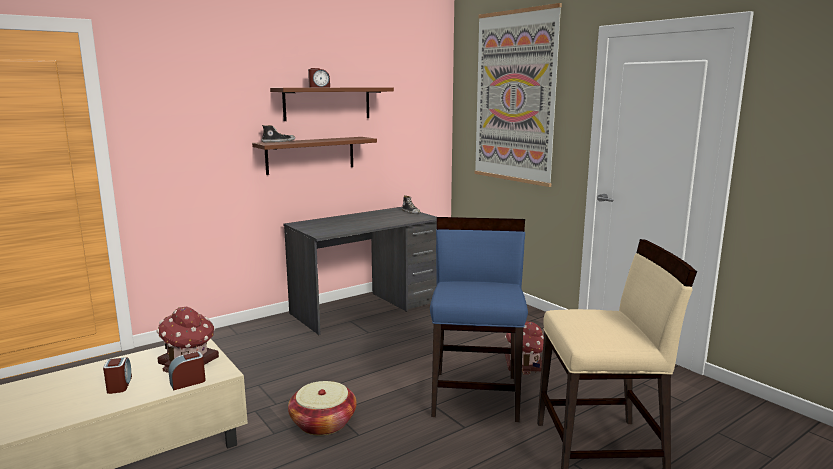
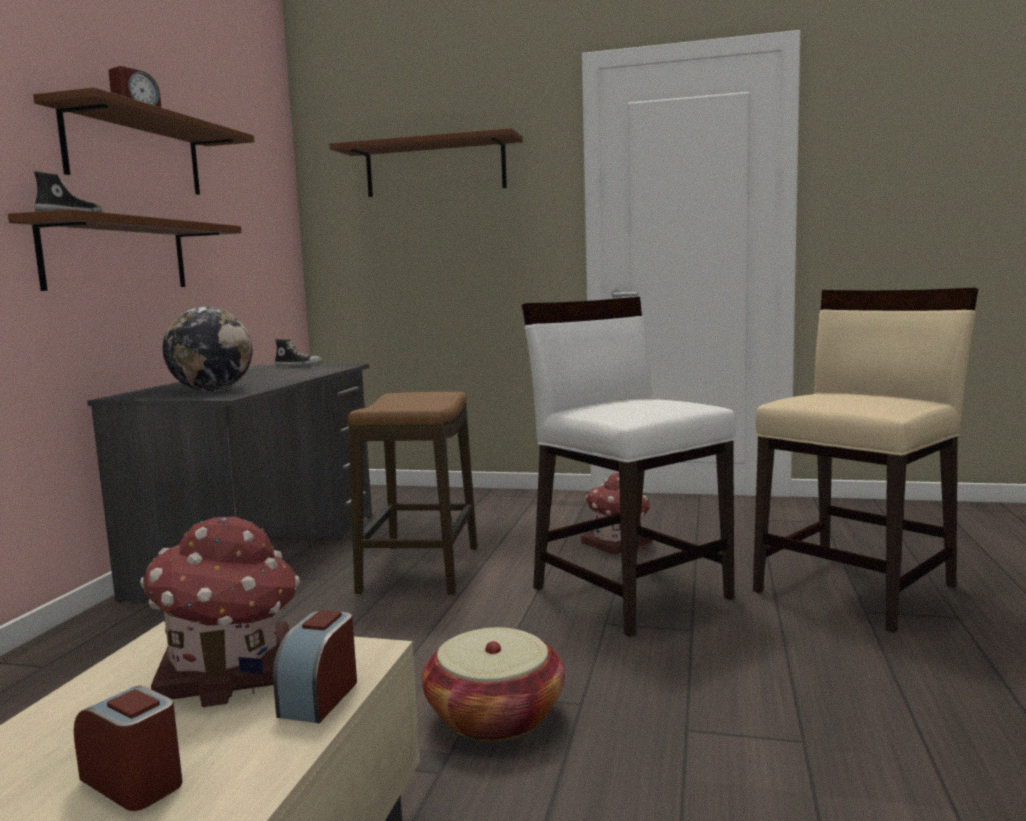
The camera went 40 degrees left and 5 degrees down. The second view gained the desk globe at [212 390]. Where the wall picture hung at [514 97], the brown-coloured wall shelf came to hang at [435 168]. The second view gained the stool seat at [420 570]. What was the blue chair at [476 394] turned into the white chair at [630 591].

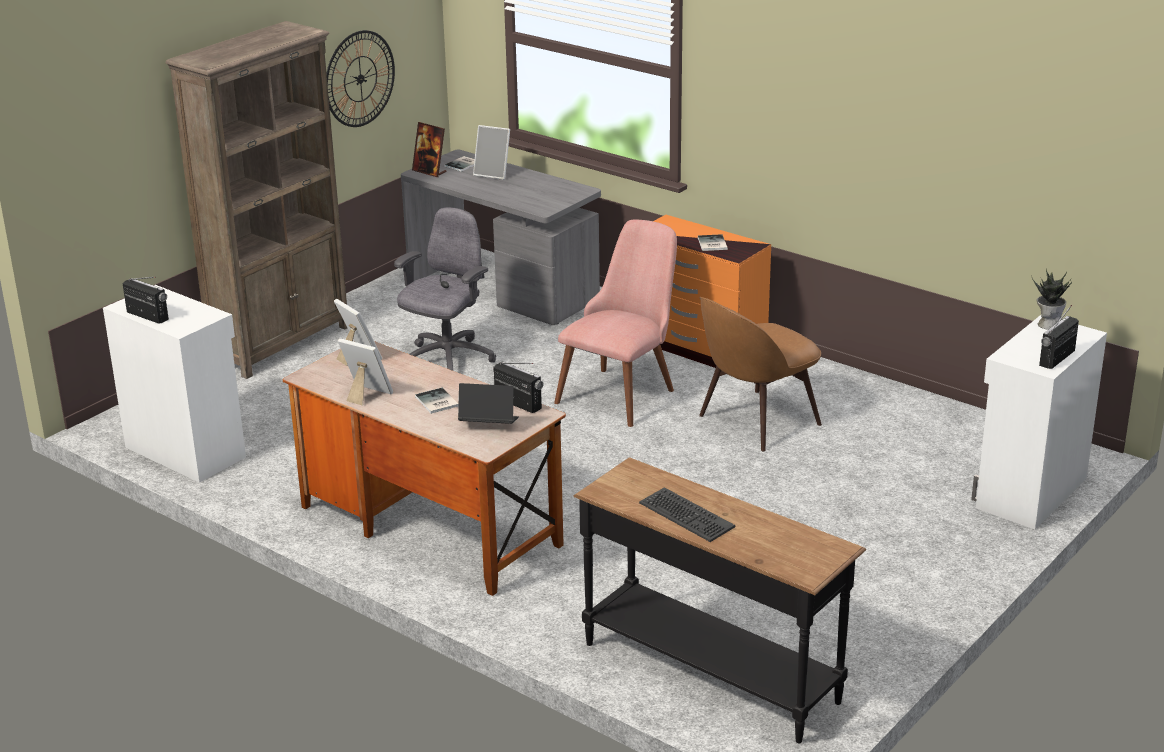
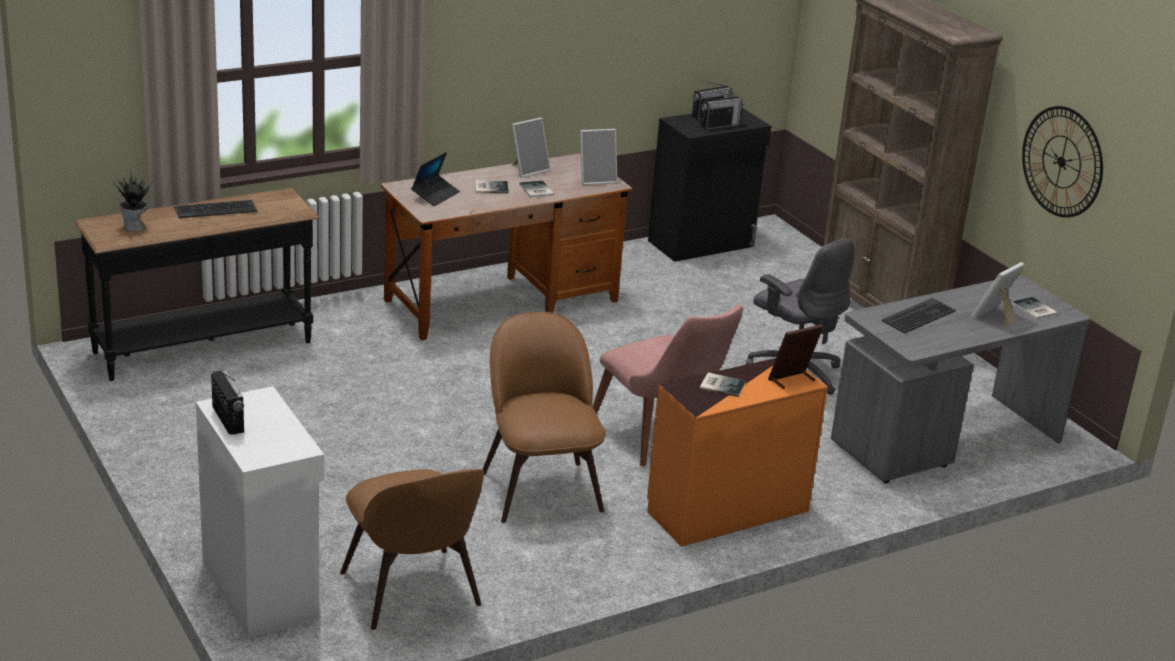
The camera went 110 degrees right and 0 degrees up. The potted plant ended up elsewhere, having gone from [1048 324] to [135 227]. The second view gained the brown-coloured chair at [412 592]. The second view gained the bound book at [535 190]. What was the white cabinet at [186 451] turned into the black cabinet at [702 244]. The radio receiver ended up elsewhere, having gone from [518 403] to [719 126]. The photo frame ended up elsewhere, having gone from [429 171] to [792 380]. The second view gained the computer keyboard at [919 316].

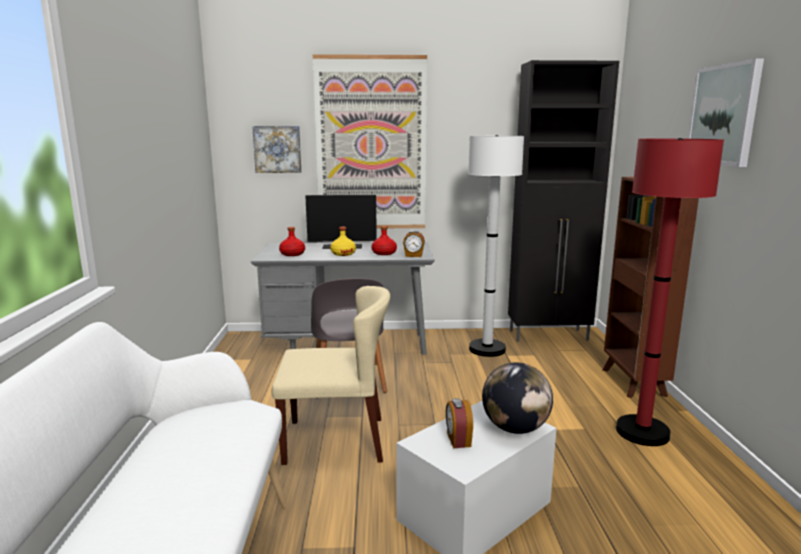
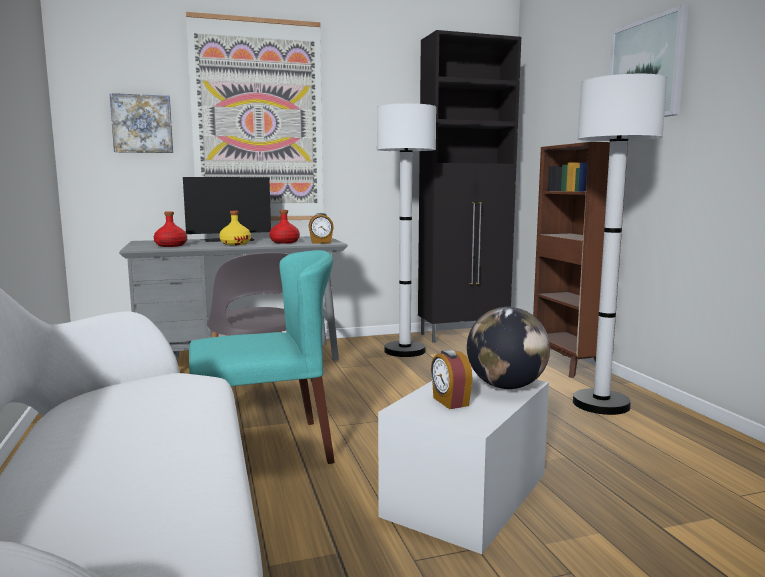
The camera went 15 degrees left and 5 degrees down. What was the sand-coloured chair at [336 440] turned into the turquoise chair at [265 448]. What was the reddish standing lamp at [642 432] turned into the white standing lamp at [601 404].

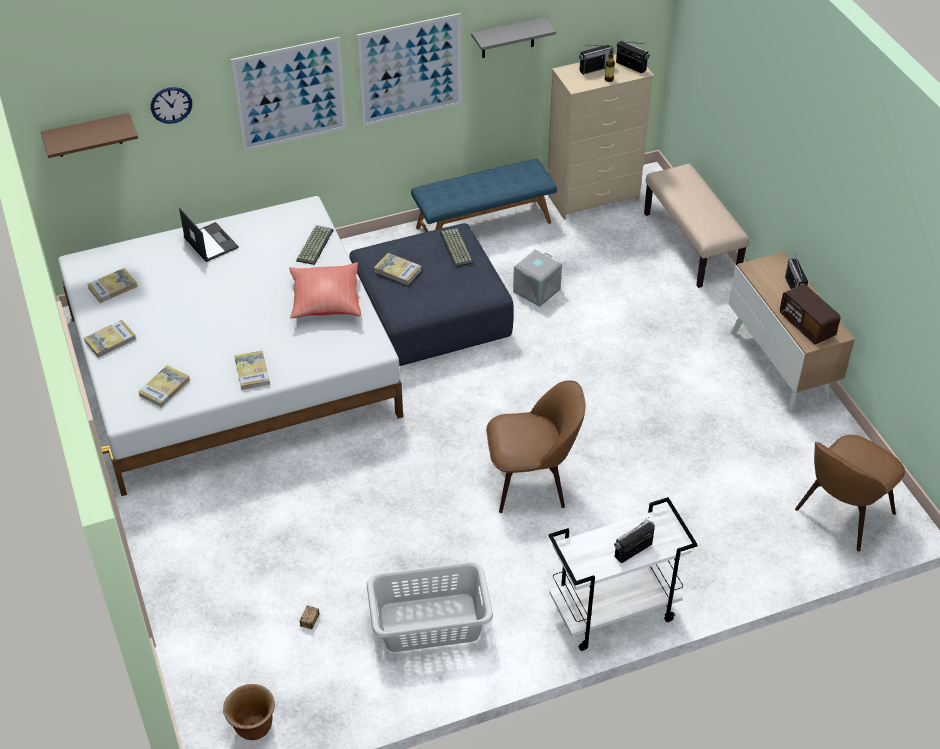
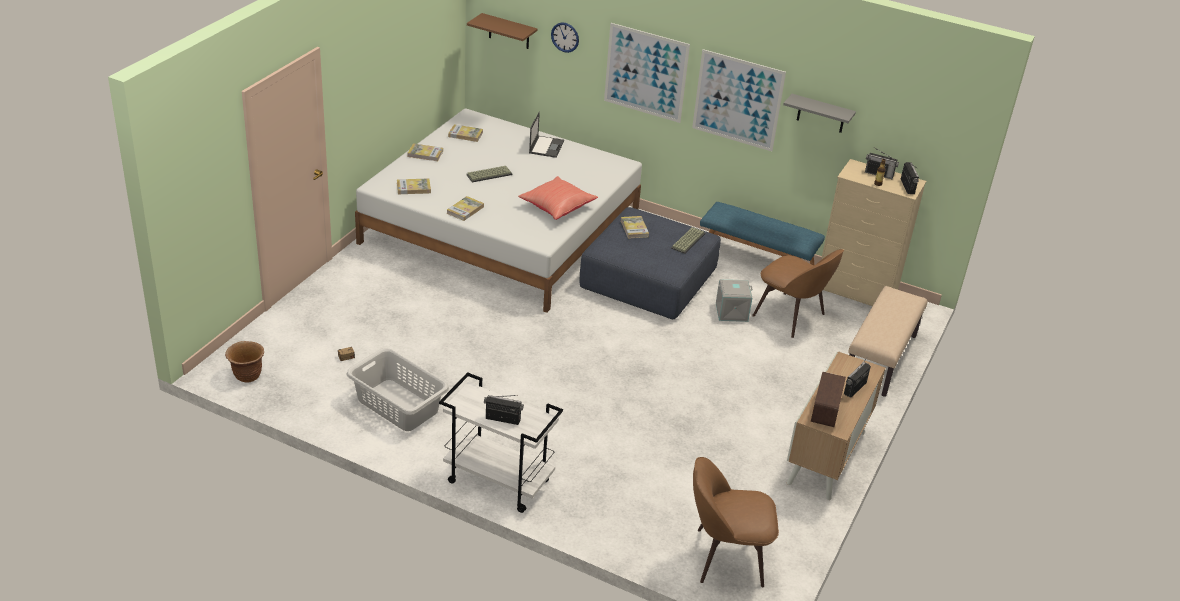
The camera went 45 degrees right and 10 degrees down. The computer keyboard ended up elsewhere, having gone from [314 245] to [489 174]. The brown-coloured chair ended up elsewhere, having gone from [531 481] to [791 316].

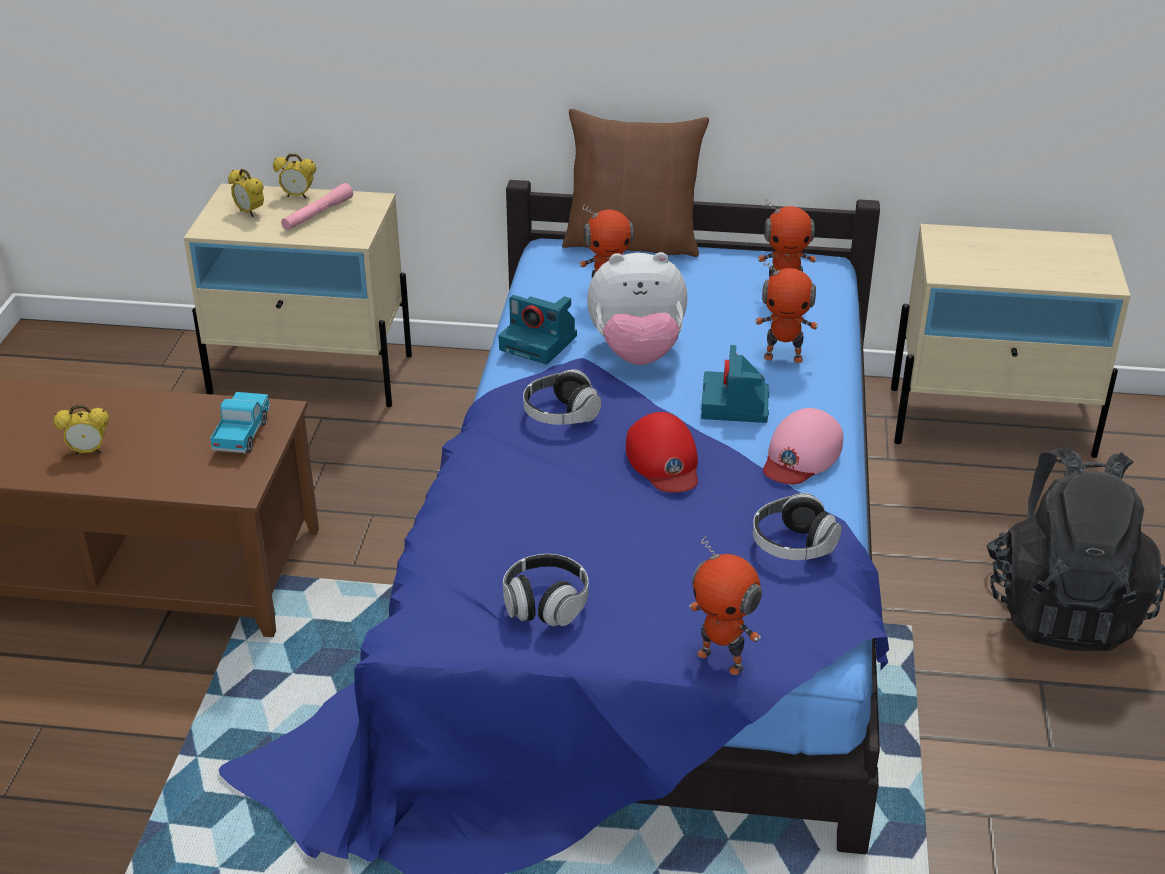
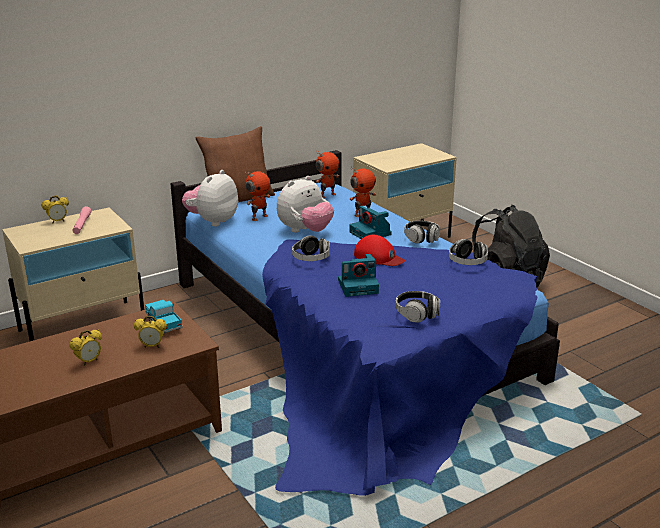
The camera went 40 degrees left and 10 degrees down. The table clock ended up elsewhere, having gone from [249 213] to [152 346]. The second view gained the soft toy at [212 221]. The still camera ended up elsewhere, having gone from [540 343] to [358 286]. Where the pinkish baseball cap stood at [801 455], the pair of headphones came to stand at [421 238]. The second view lost the model robot at [722 659].

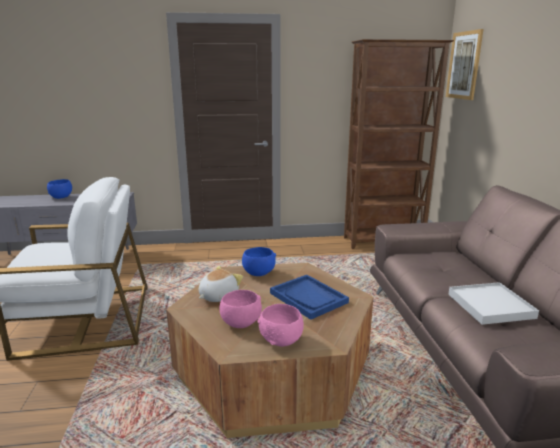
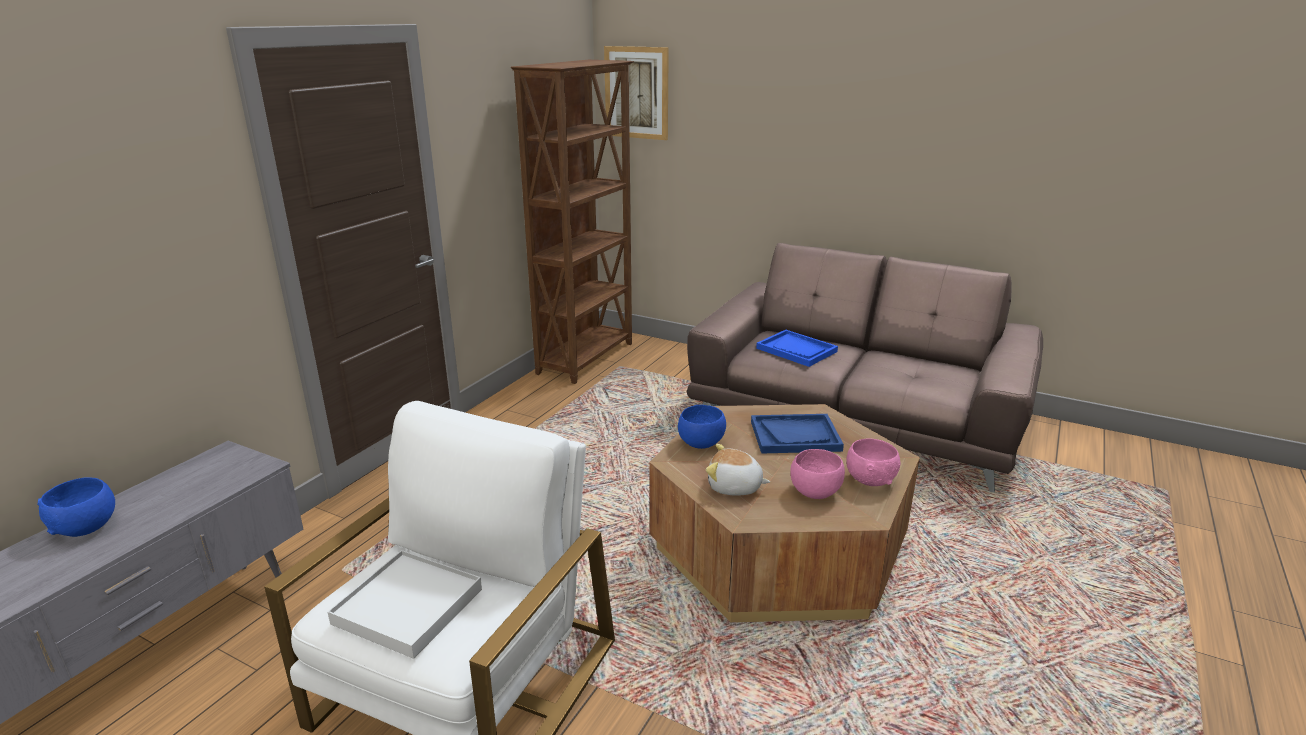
The camera went 55 degrees left and 5 degrees up. The white serving tray ended up elsewhere, having gone from [490 306] to [408 606]. The soft toy at [218 296] ended up facing another way, 60 degrees counterclockwise from before. The second view gained the blue serving tray at [796 350].

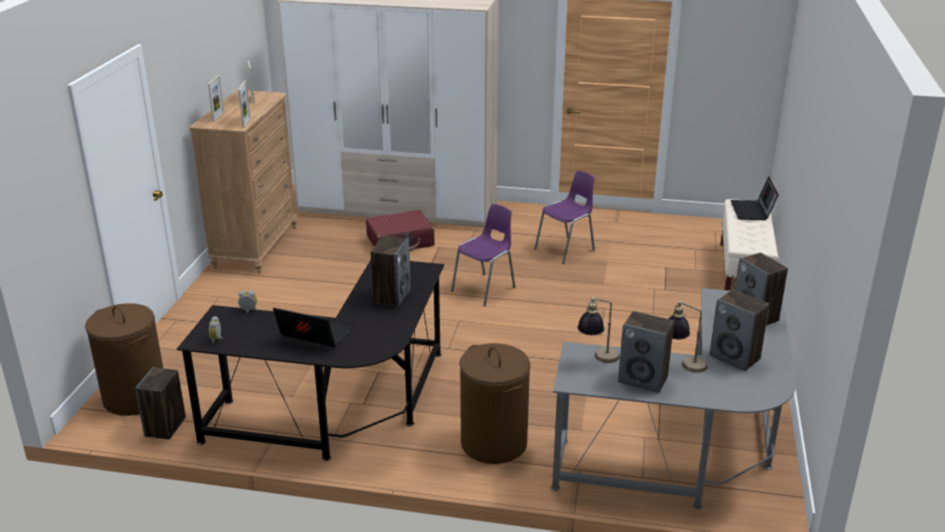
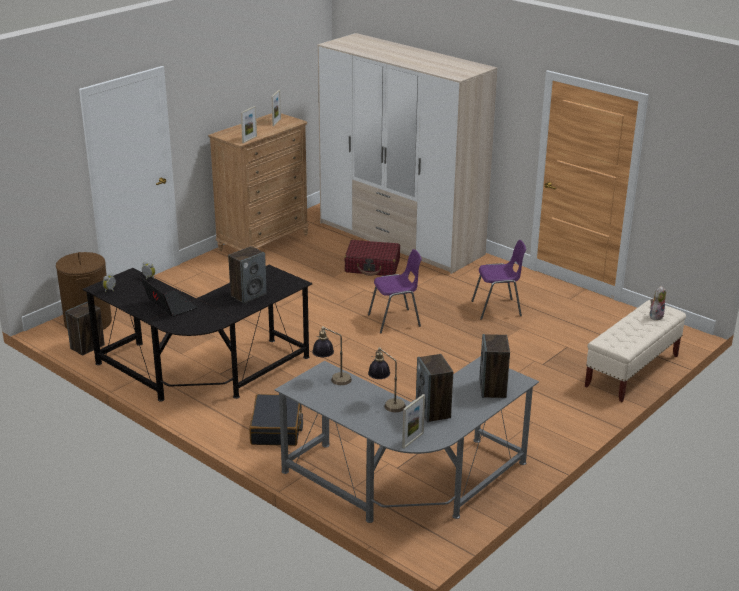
The camera went 30 degrees right and 0 degrees up. Where the brown-coloured laundry basket stood at [493 443], the black travel case came to stand at [277 428]. The photo frame ended up elsewhere, having gone from [218 116] to [413 440]. Where the notebook computer stood at [752 211], the soft toy came to stand at [655 316]. The second view lost the speaker at [643 379].

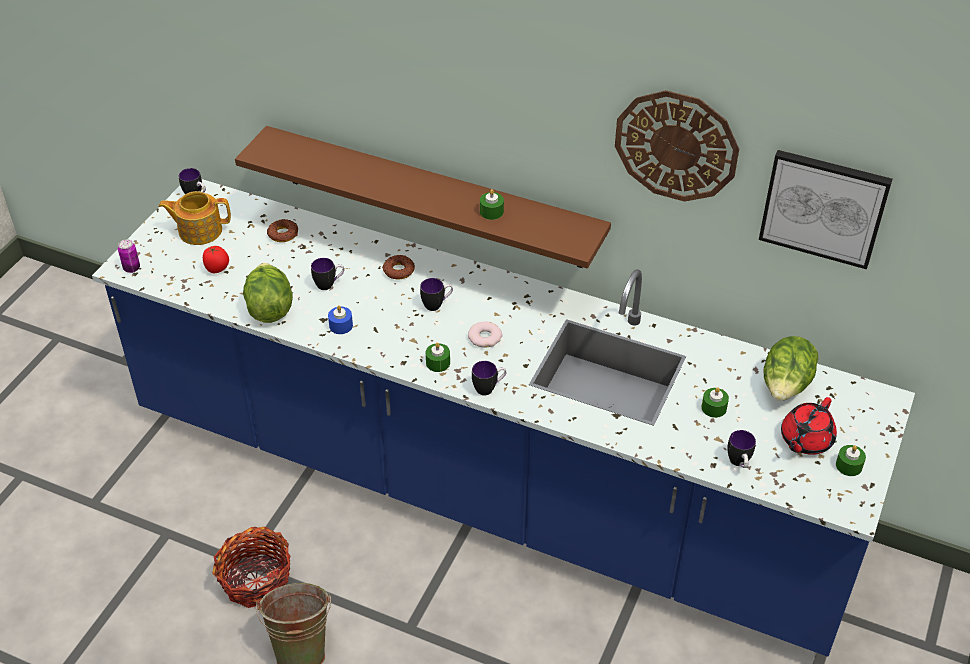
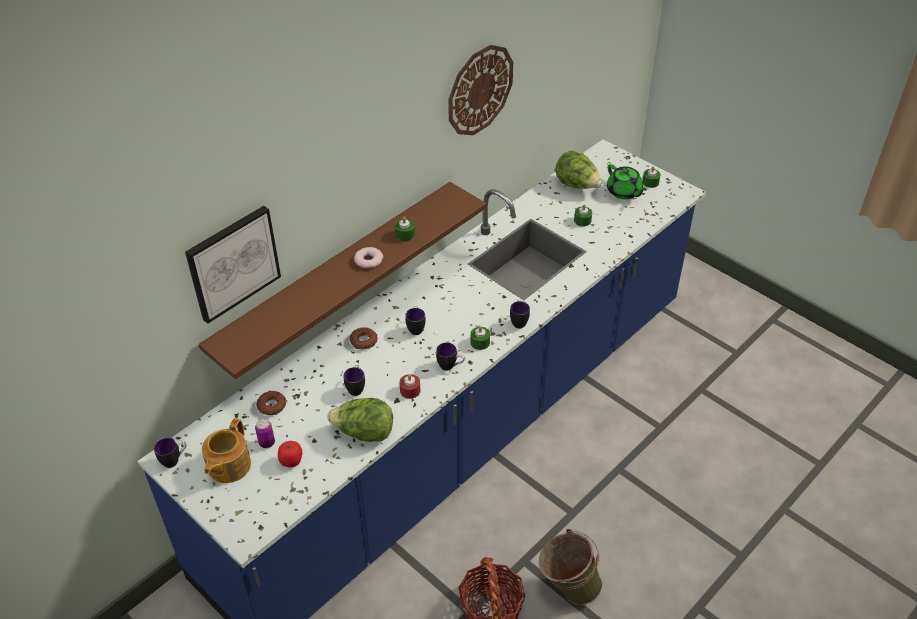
The camera went 70 degrees left and 0 degrees up. The wall picture ended up elsewhere, having gone from [824 207] to [233 263]. The can ended up elsewhere, having gone from [131 268] to [267 443]. The doughnut ended up elsewhere, having gone from [485 337] to [369 260]. What was the blue candle at [341 325] turned into the reddish candle at [410 390]. The coffee mug ended up elsewhere, having gone from [739 464] to [450 366]. What was the reddish tea pot at [805 440] turned into the green-coloured tea pot at [624 192].

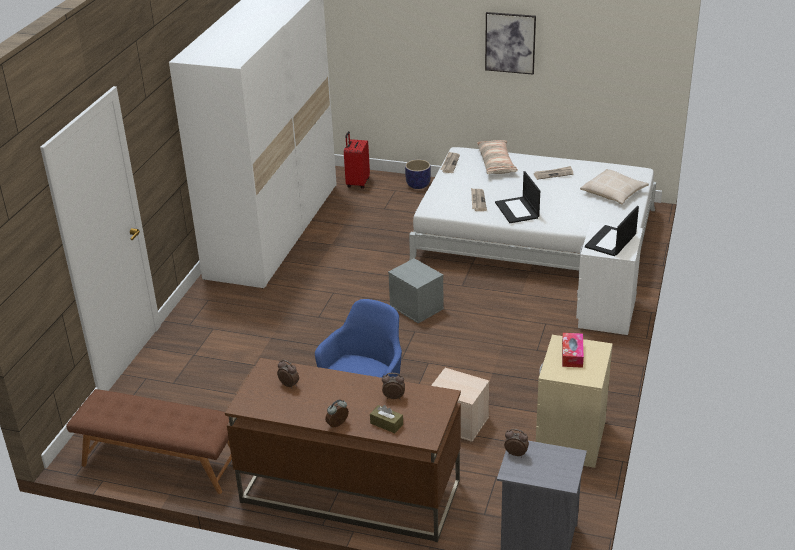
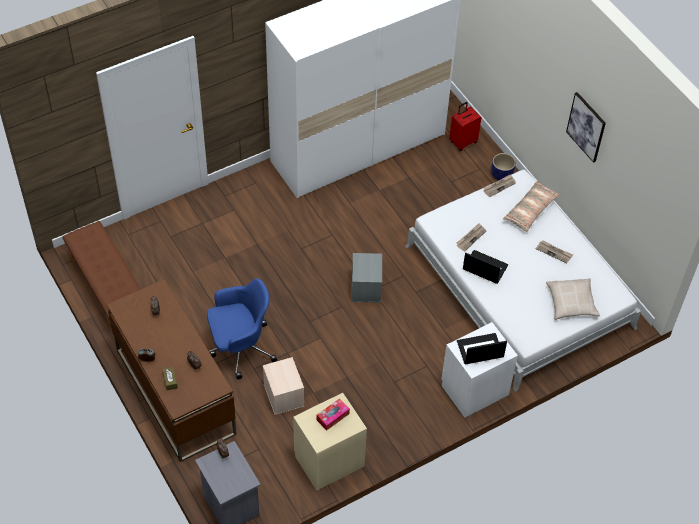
The camera went 40 degrees right and 20 degrees up. The notebook computer at [517 210] ended up facing another way, 90 degrees clockwise from before.

